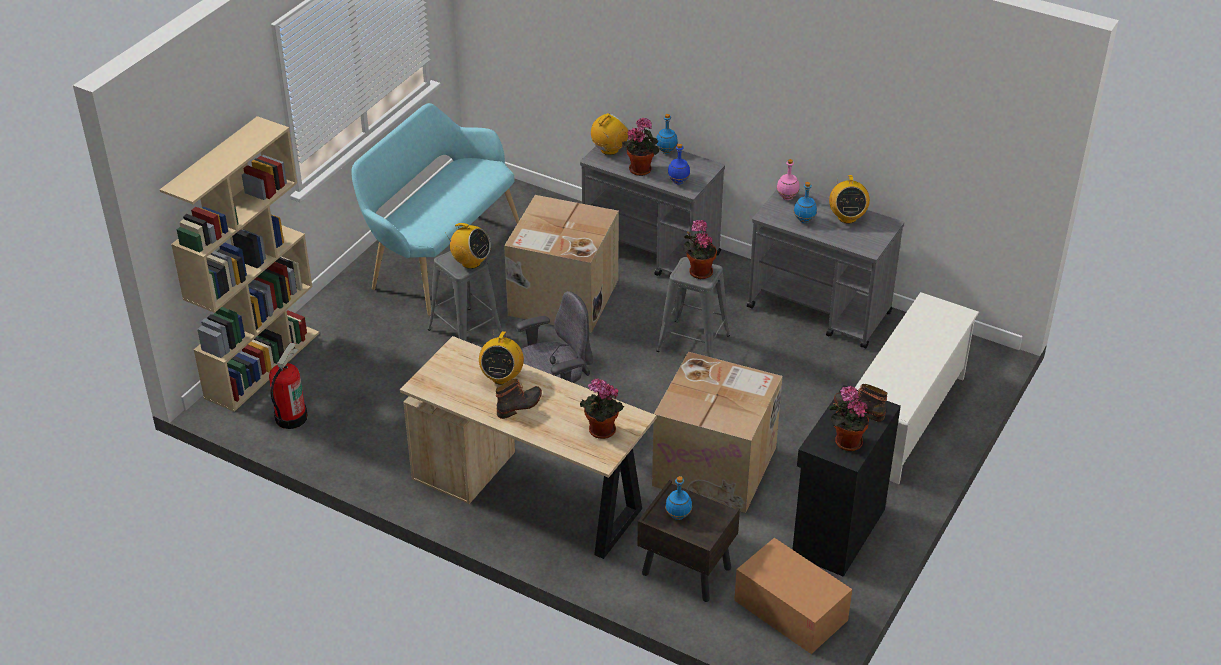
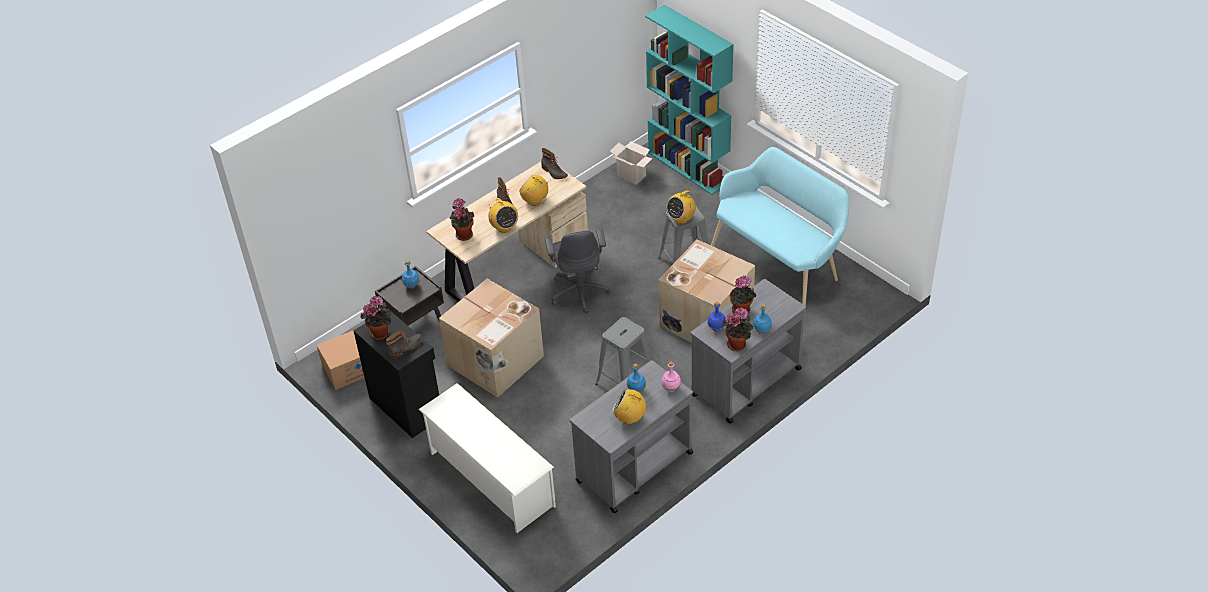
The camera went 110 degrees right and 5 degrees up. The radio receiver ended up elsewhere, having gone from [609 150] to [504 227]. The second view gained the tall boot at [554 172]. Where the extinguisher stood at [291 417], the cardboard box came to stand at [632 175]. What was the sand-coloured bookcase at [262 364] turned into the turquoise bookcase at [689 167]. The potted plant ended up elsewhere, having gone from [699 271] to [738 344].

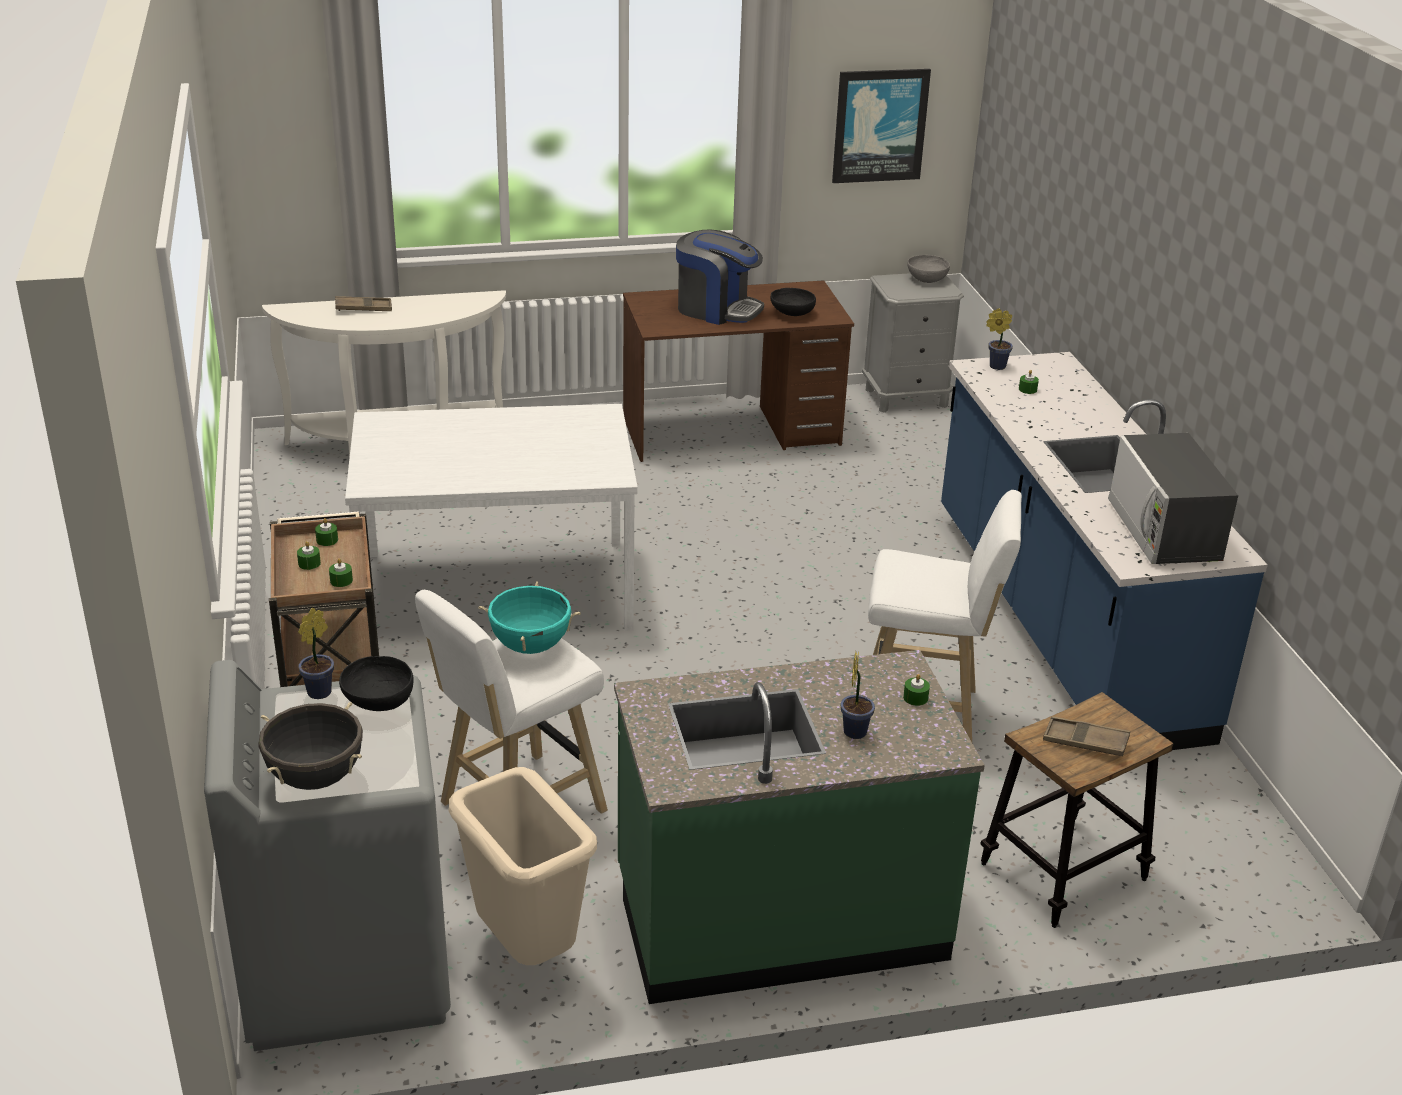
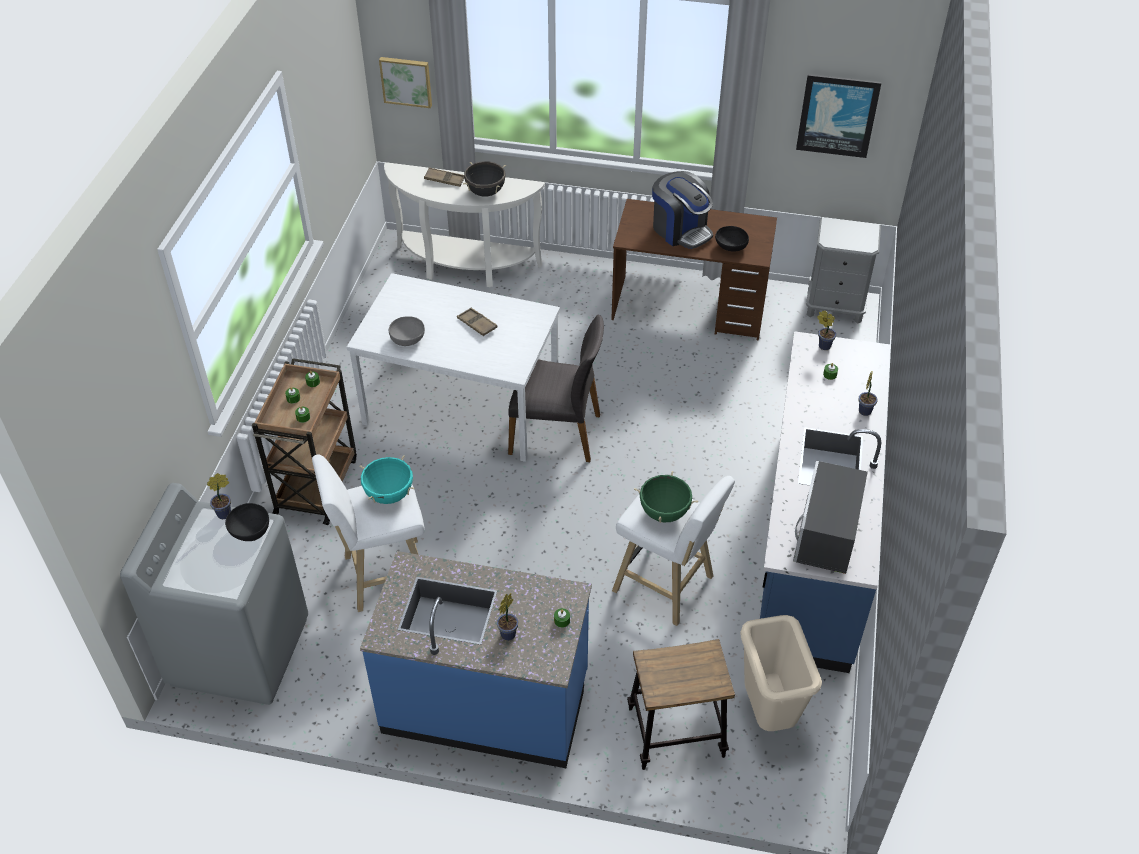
The camera went 25 degrees right and 15 degrees up. What was the green-coloured counter at [779 917] turned into the blue counter at [486 702]. The second view gained the wall picture at [406 81]. The greyish bowl ended up elsewhere, having gone from [926 279] to [407 339]. The brown-coloured serving tray ended up elsewhere, having gone from [1085 741] to [477 324]. The black saucepot ended up elsewhere, having gone from [315 778] to [485 192]. The second view gained the greyish chair at [556 433]. The second view gained the green-coloured saucepot at [664 512]. The sand-coloured trash can ended up elsewhere, having gone from [525 949] to [767 712]. The second view gained the potted plant at [865 410].

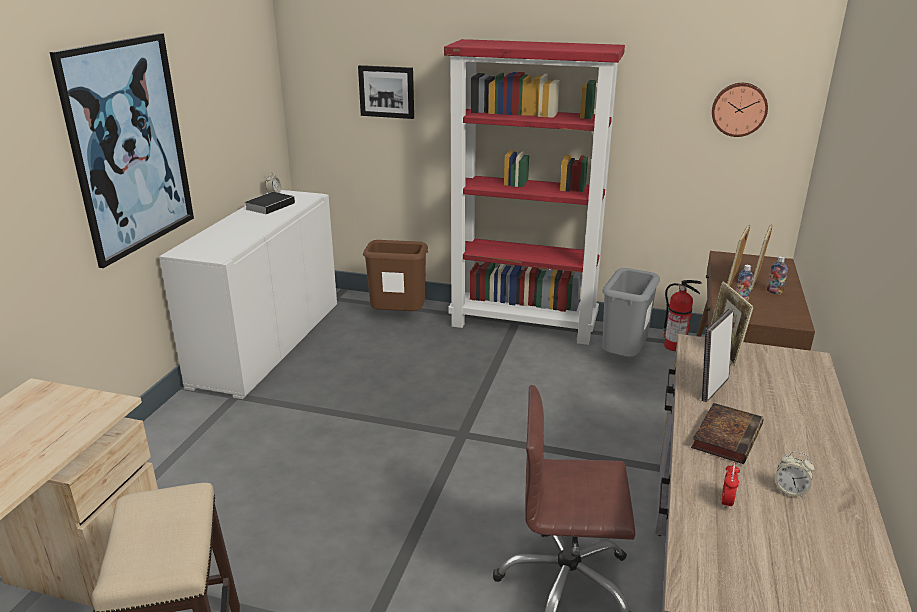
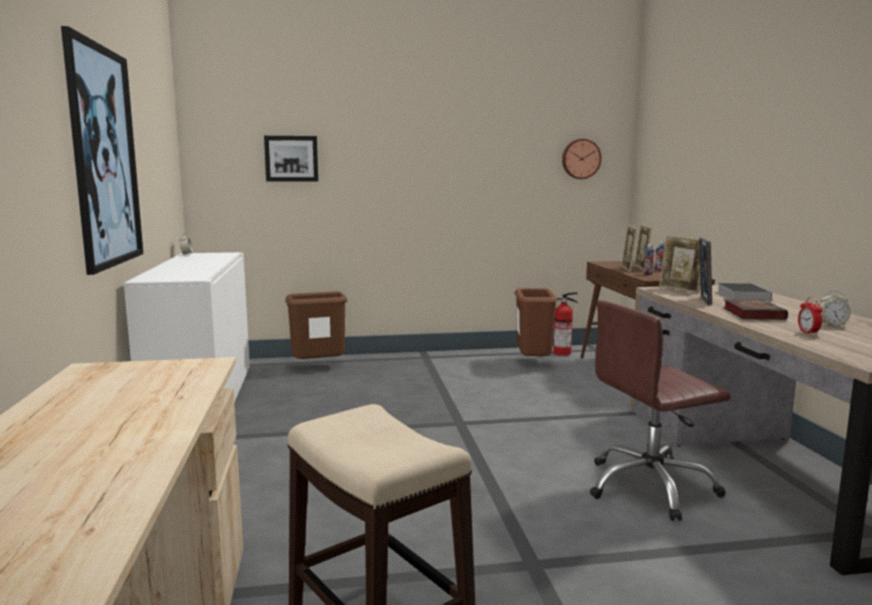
The camera went 25 degrees left and 15 degrees down. What was the greyish trash can at [622 358] turned into the brown-coloured trash can at [532 364]. The bound book ended up elsewhere, having gone from [271 206] to [741 296]. The second view lost the reddish bookcase at [524 324].

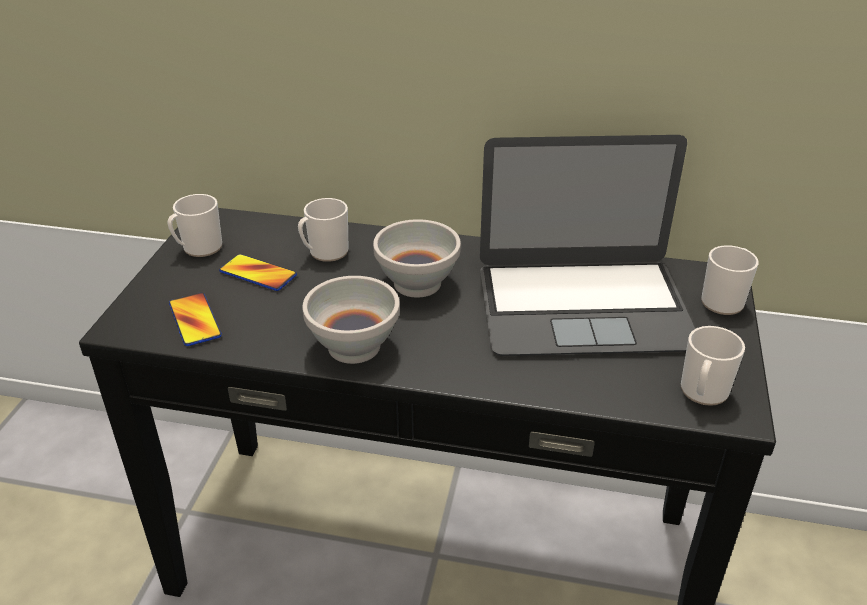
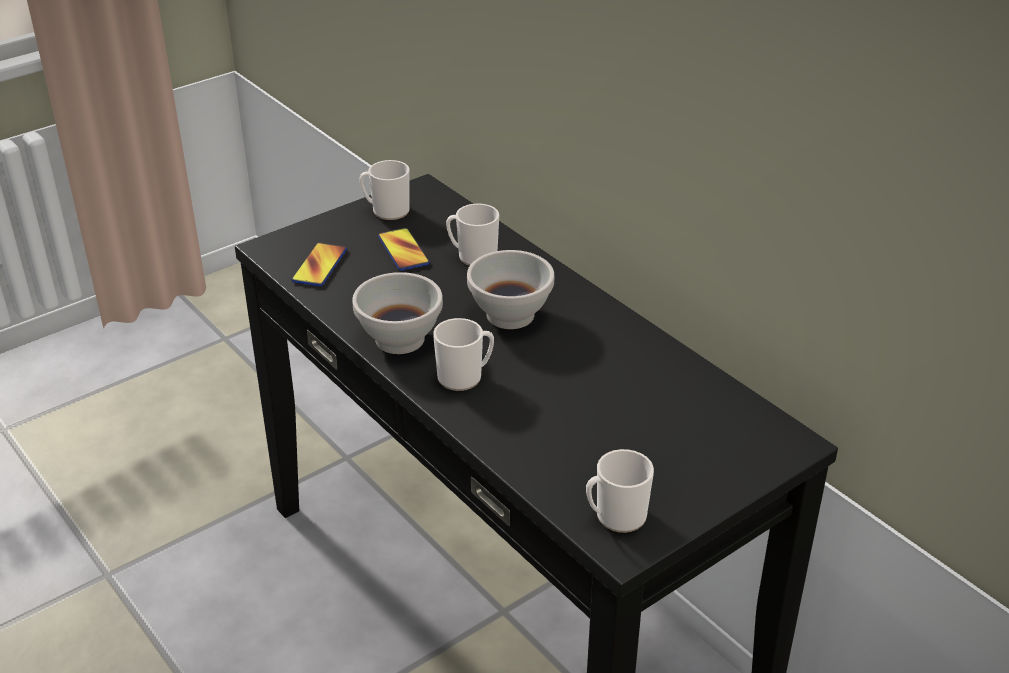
The camera went 40 degrees right and 0 degrees up. The coffee mug ended up elsewhere, having gone from [724 300] to [464 377]. The second view lost the notebook computer at [583 306].

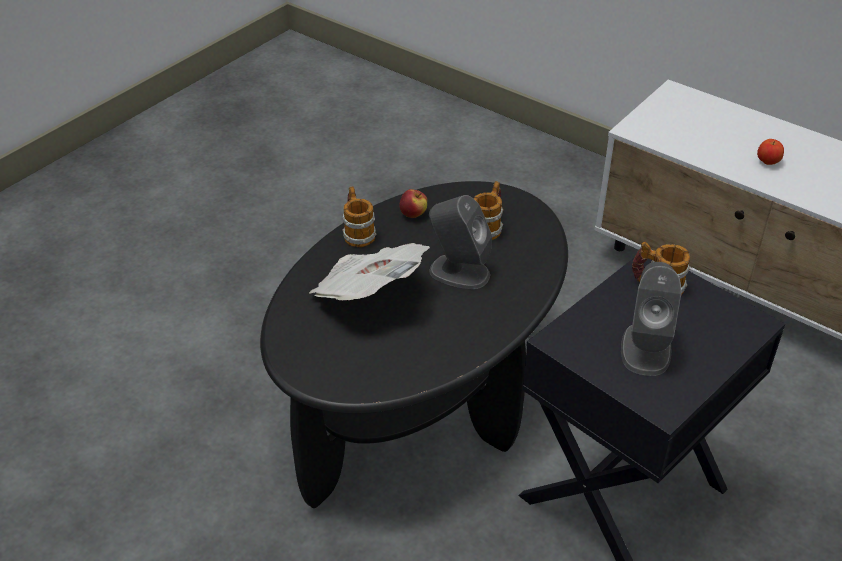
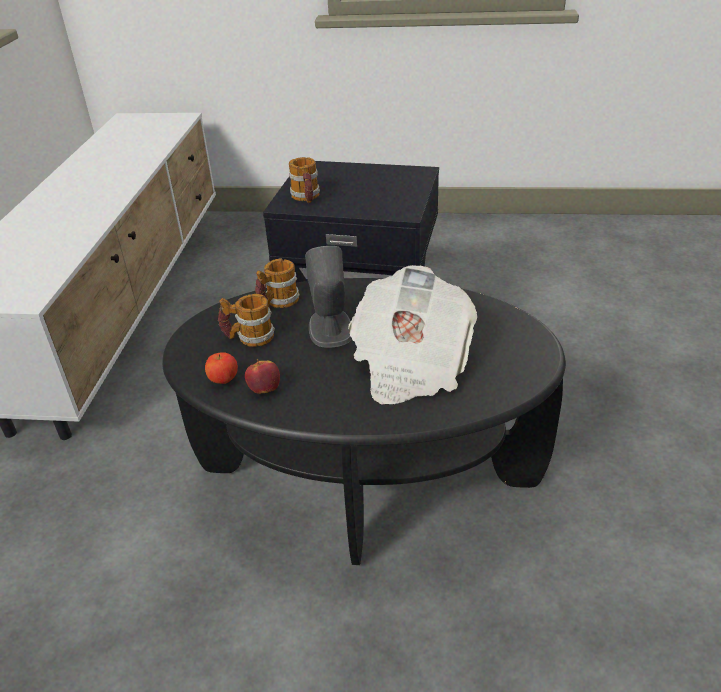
The camera went 120 degrees left and 5 degrees down. The apple fruit ended up elsewhere, having gone from [767 162] to [223 380]. The coffee mug ended up elsewhere, having gone from [357 233] to [277 303]. The second view lost the greyish speaker at [646 348].

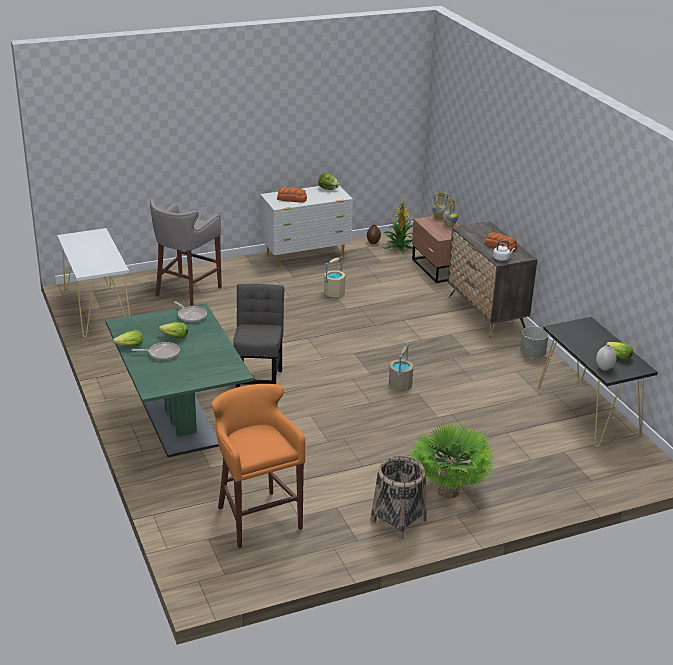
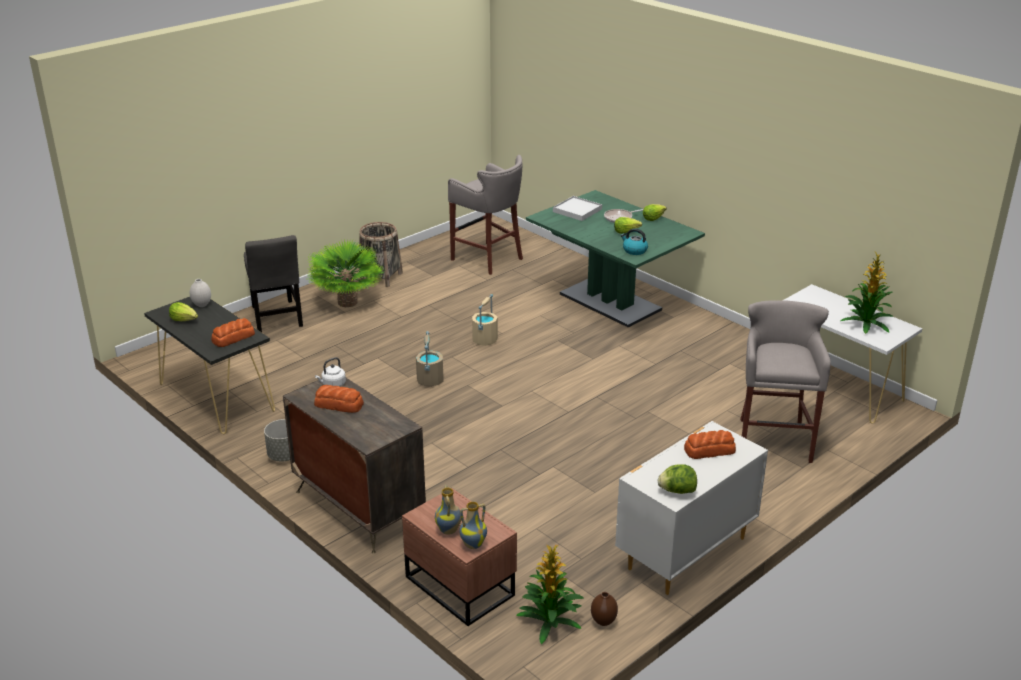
The camera went 160 degrees right and 0 degrees up. The second view gained the bakery bread at [232 338]. The greyish chair ended up elsewhere, having gone from [259 382] to [276 318]. What was the orange stool seat at [257 517] turned into the greyish stool seat at [489 259]. The sand-coloured bucket ended up elsewhere, having gone from [334 293] to [484 340]. The second view gained the white serving tray at [577 210]. Where the frying pan stood at [191 316], the kettle came to stand at [634 250]. The second view gained the potted plant at [865 323].

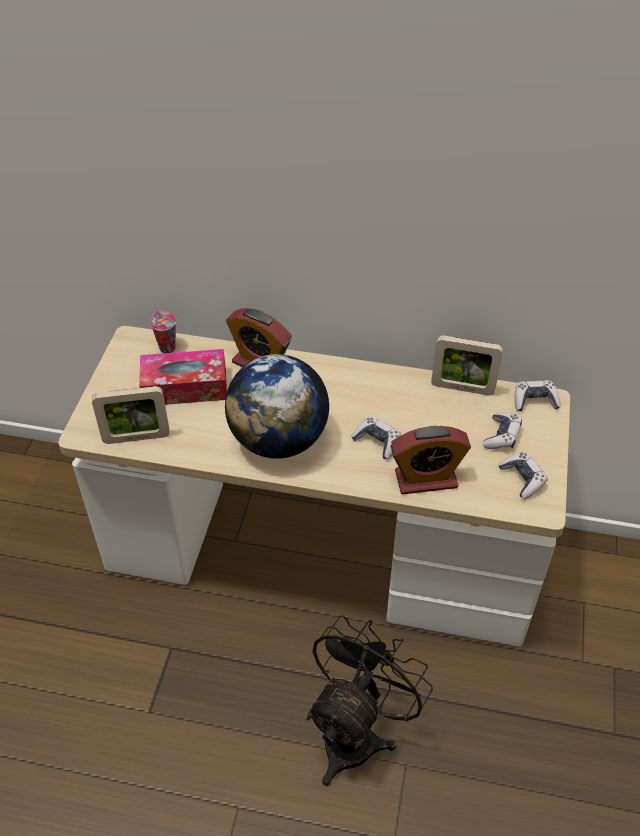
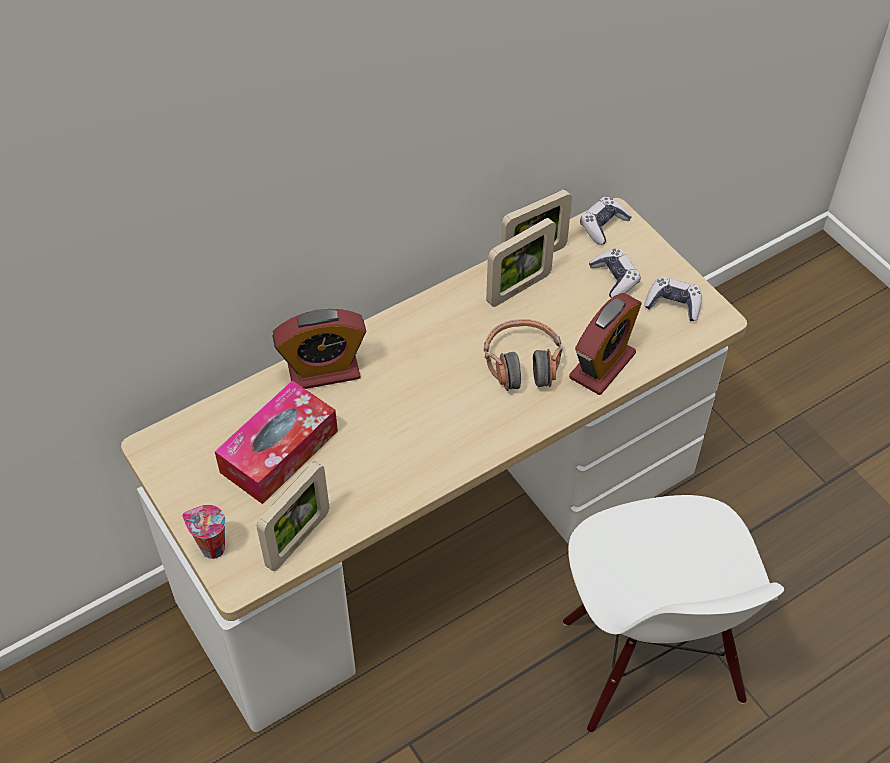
The camera went 45 degrees left and 5 degrees up. The drinking cup ended up elsewhere, having gone from [166 347] to [211 549]. Where the game controller stood at [377 442], the pair of headphones came to stand at [522 364]. The second view gained the photo frame at [518 288]. Where the black fan stood at [356 732], the white chair came to stand at [649 662]. The second view lost the desk globe at [279 440].

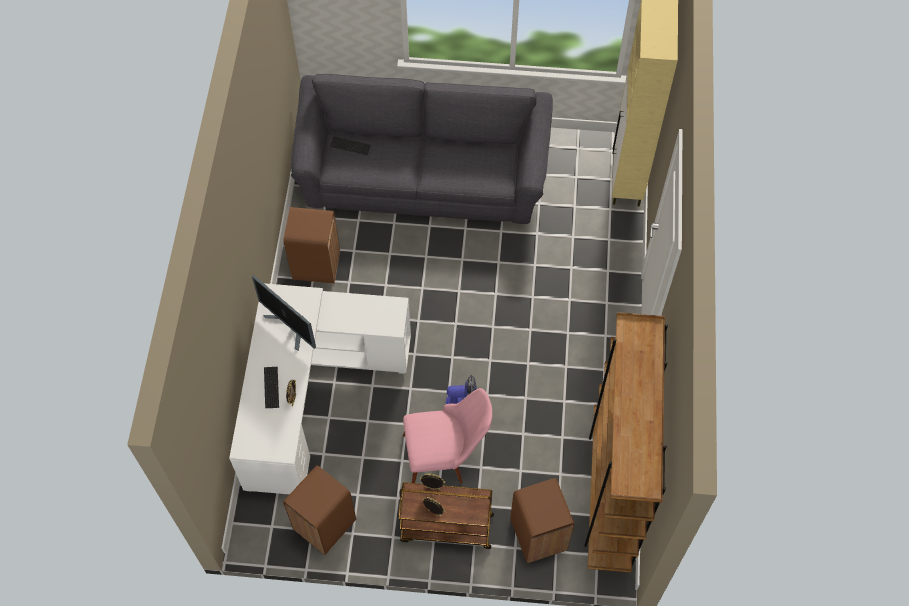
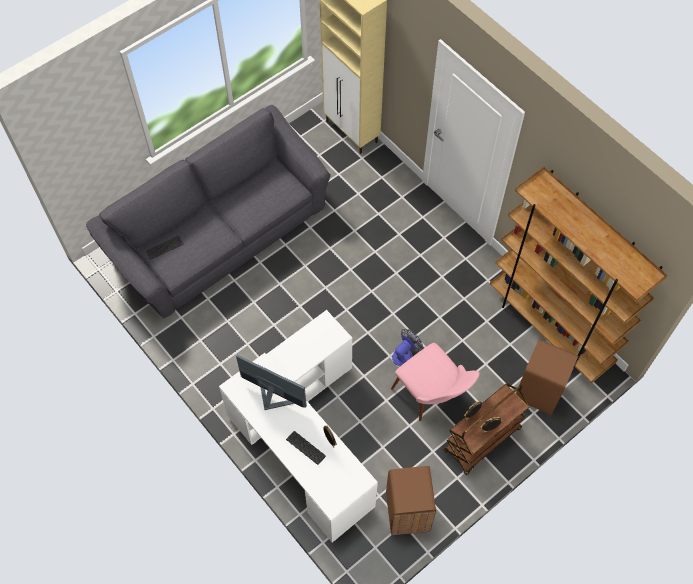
The camera went 45 degrees left and 0 degrees up. The monitor at [290 327] ended up facing another way, 150 degrees counterclockwise from before. The pinkish chair at [445 456] ended up facing another way, 105 degrees clockwise from before. The second view lost the brown-coloured trash can at [316 265].

